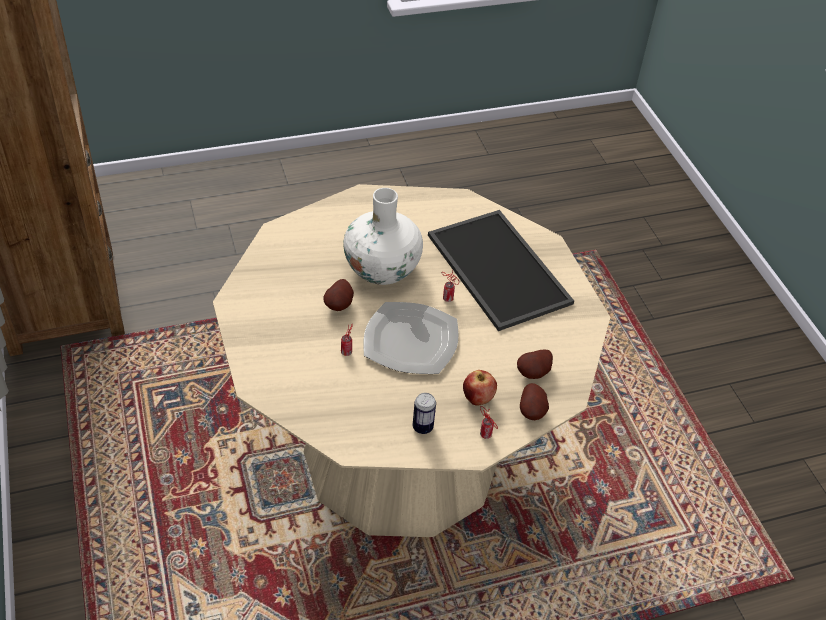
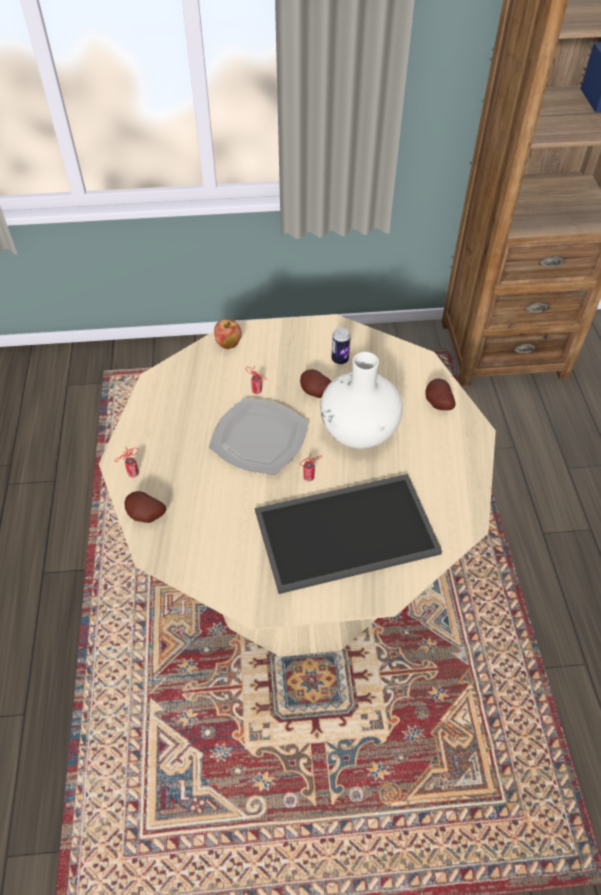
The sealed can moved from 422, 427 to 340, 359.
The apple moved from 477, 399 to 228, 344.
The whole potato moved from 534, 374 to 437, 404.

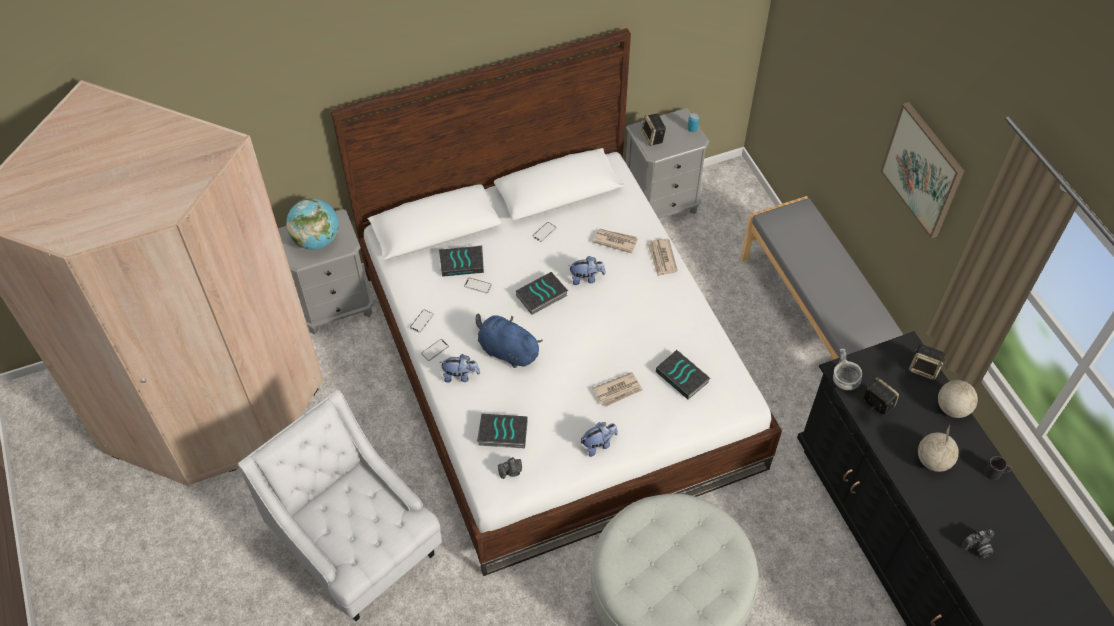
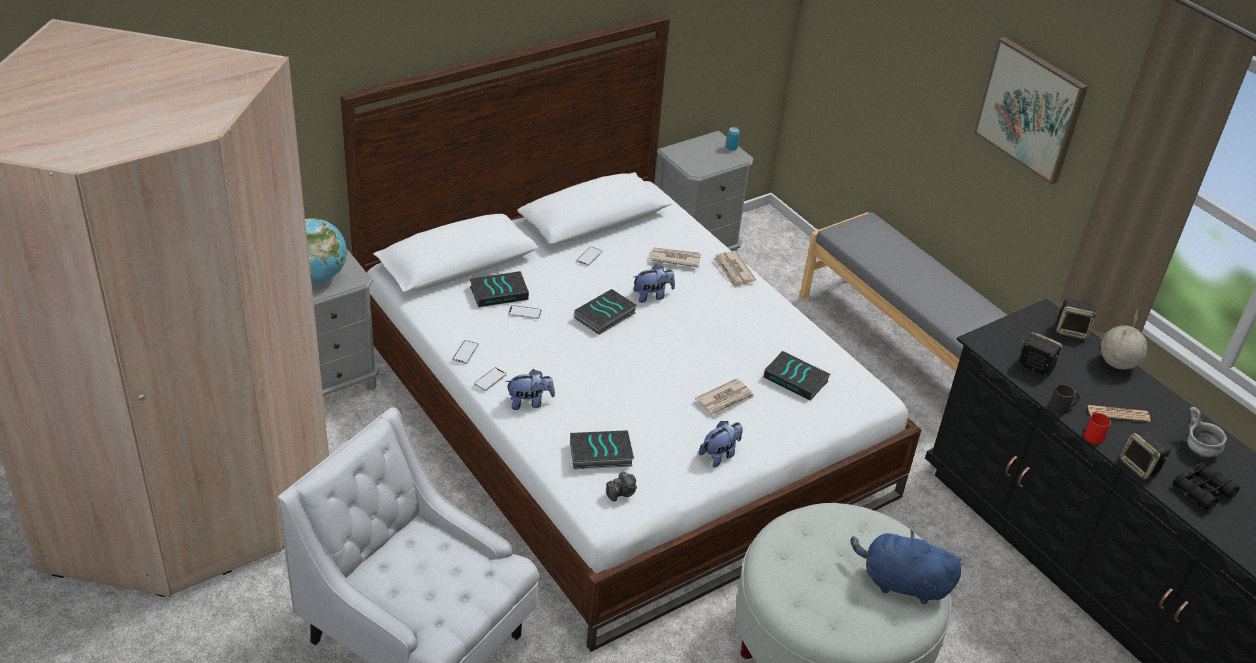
The red-coloured coffee mug at 1092, 434 appeared.
The bluish soft toy moved from 506, 350 to 901, 583.
The speaker moved from 653, 138 to 1140, 467.
The grey serving bowl moved from 844, 381 to 1199, 449.
The black-coloured coffee mug moved from 996, 473 to 1063, 407.
The world globe at 933, 461 was replaced by the daily paper at 1118, 414.
The still camera at 978, 549 was replaced by the black-coloured binoculars at 1202, 491.

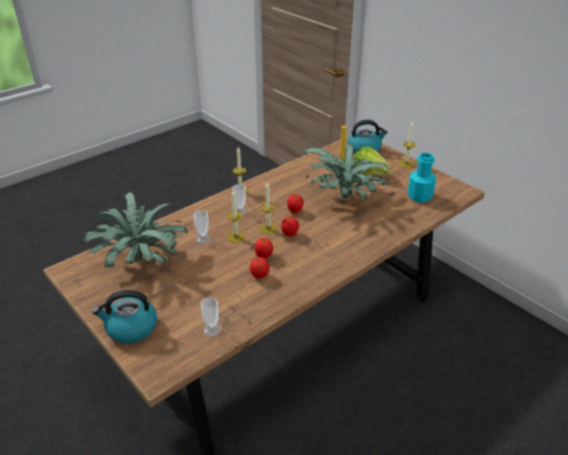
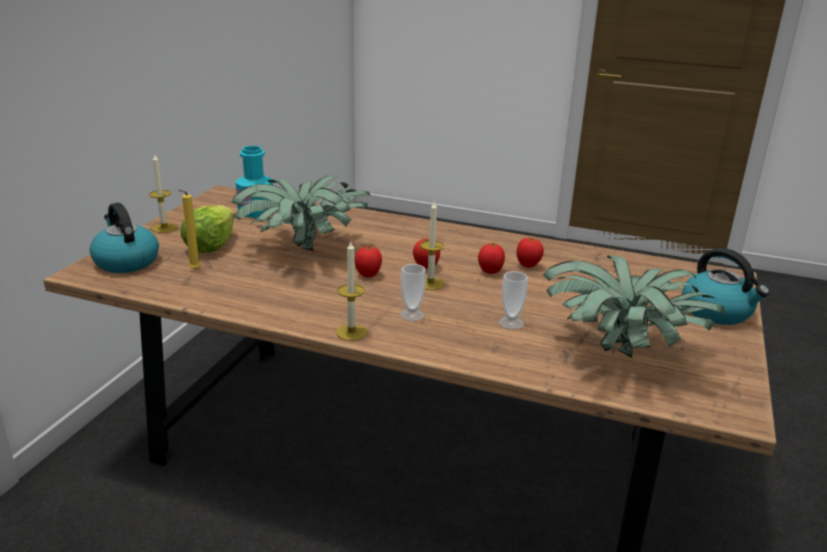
The drinking cup at 212, 330 disappeared.
The wax candle at 236, 237 disappeared.

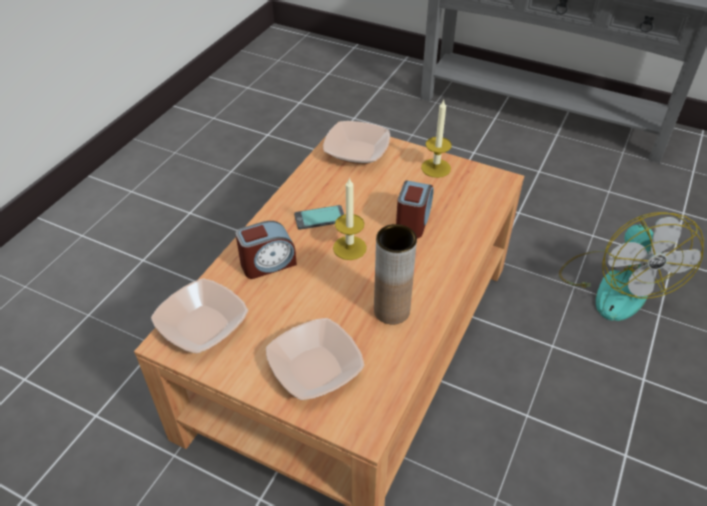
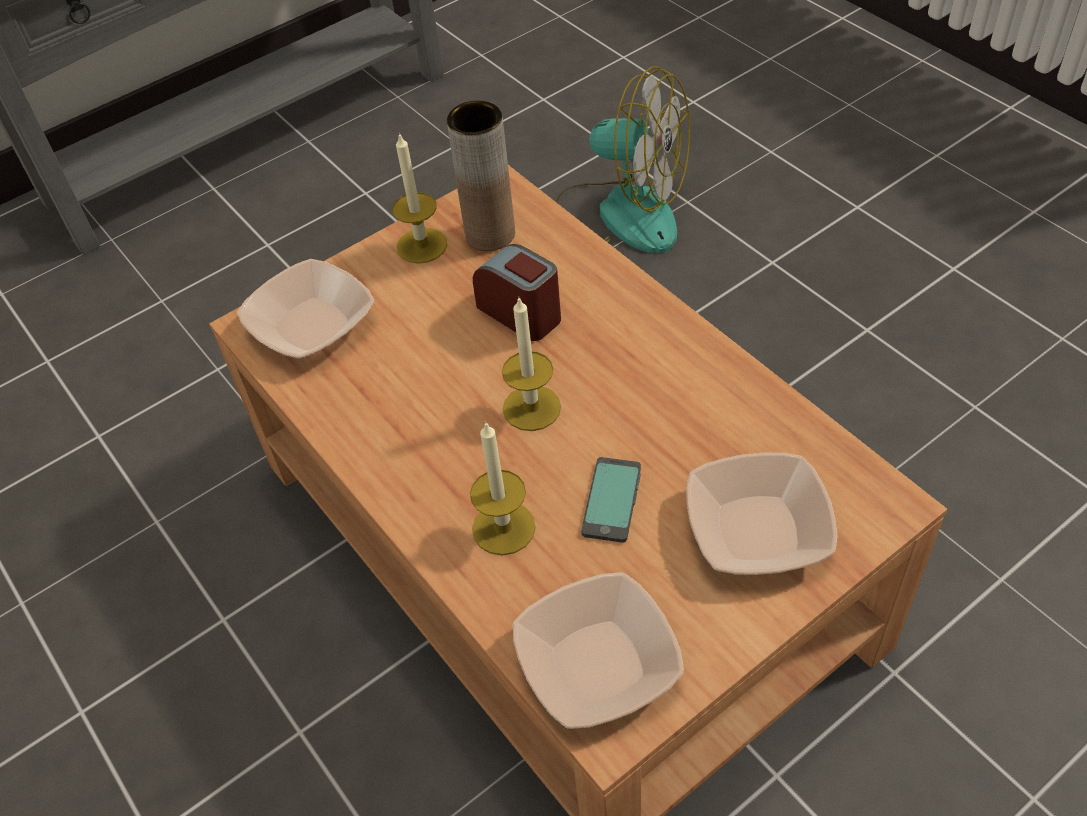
The handset moved from 320, 218 to 612, 500.
The brown flower vase moved from 391, 310 to 490, 234.
The table clock at 268, 263 was replaced by the wax candle at 503, 528.

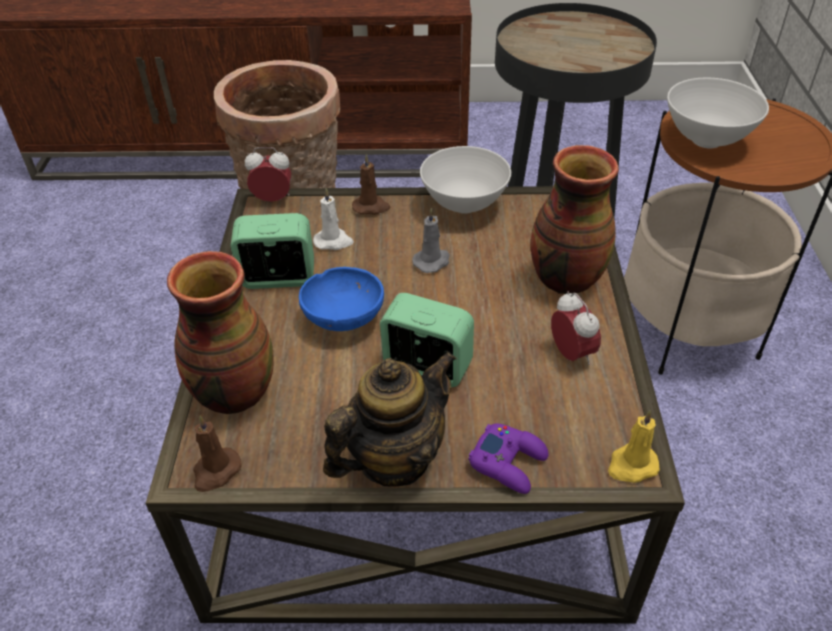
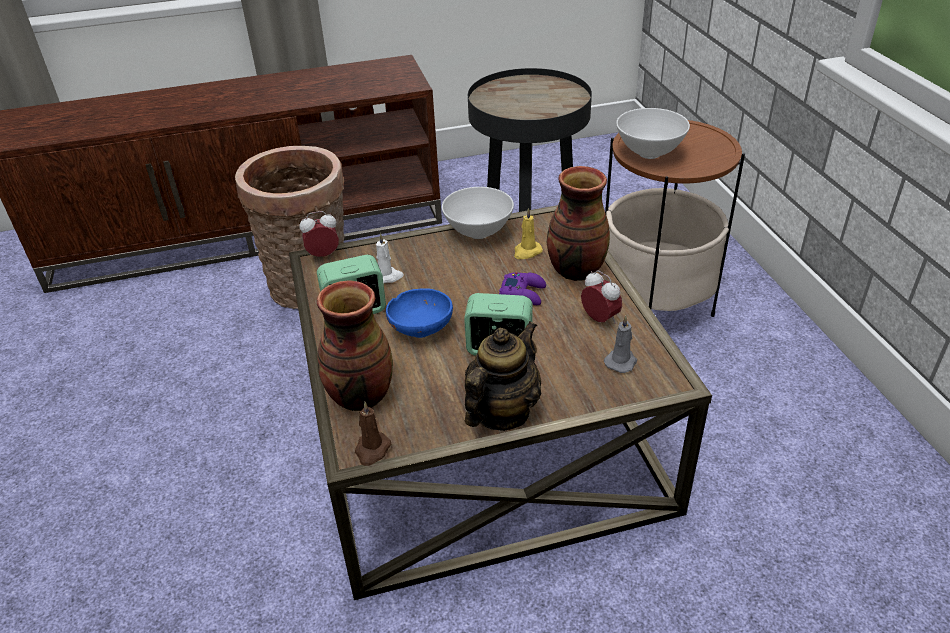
The brown wax candle at 371, 207 disappeared.
The grey wax candle moved from 432, 261 to 621, 361.
The purple-coloured game controller moved from 509, 462 to 523, 293.
The yellowish wax candle moved from 631, 466 to 527, 252.

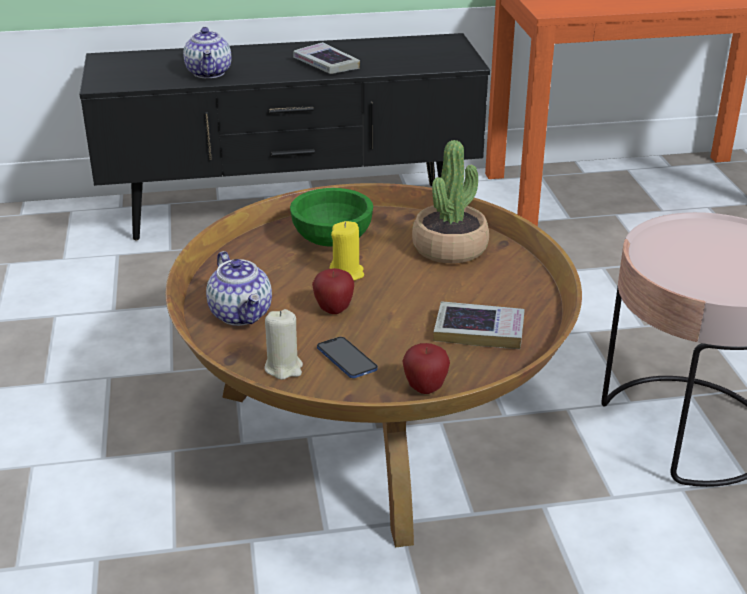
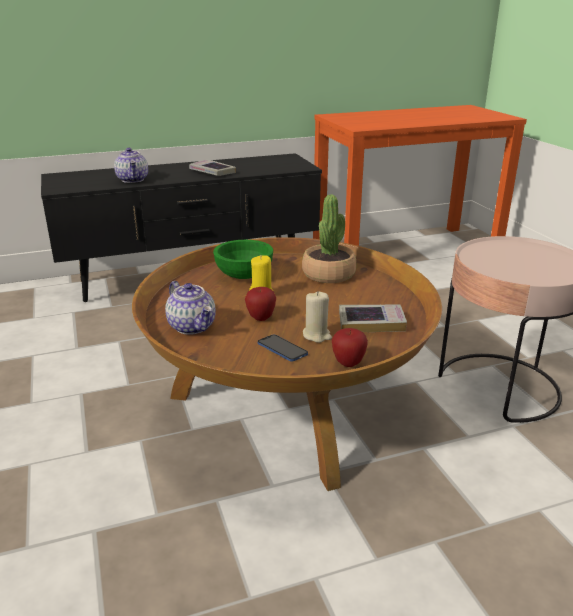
The beige-coloured wax candle moved from 284, 368 to 317, 335.

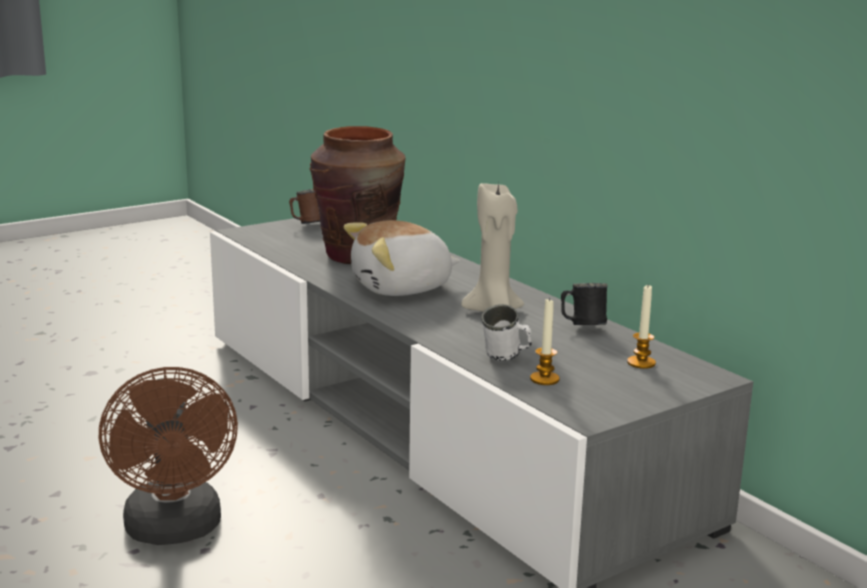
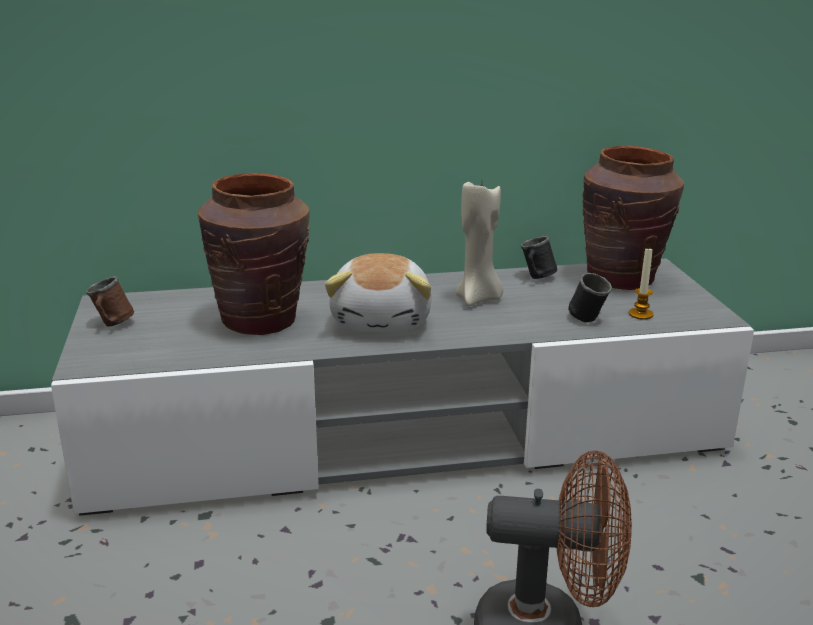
The wax candle at 641, 363 was replaced by the brown flower vase at 621, 278.
The white coffee mug at 506, 358 became the black-coloured coffee mug at 590, 317.

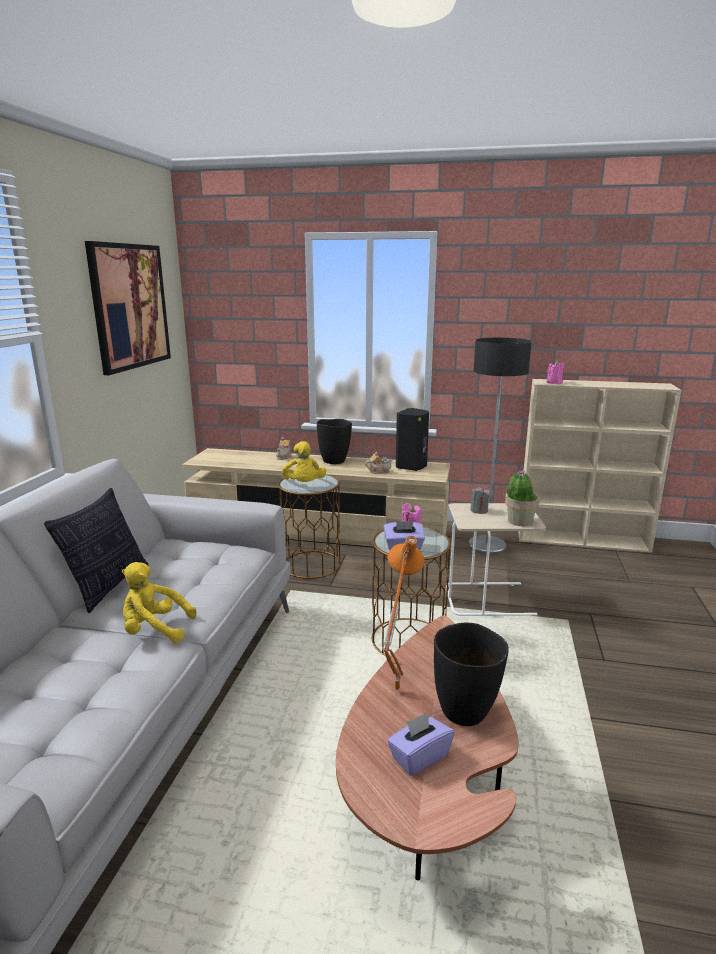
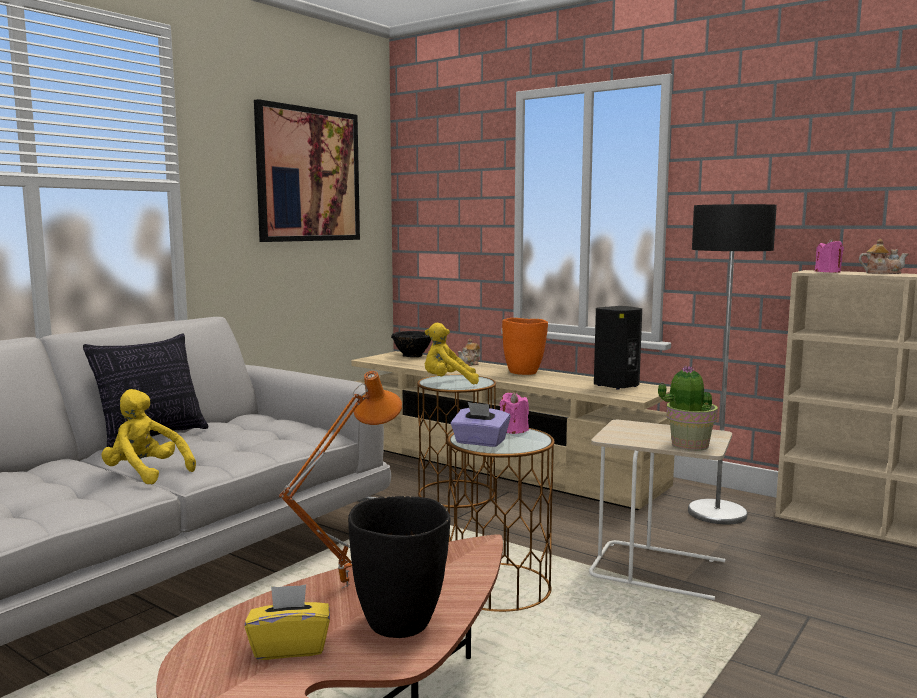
The grey wax candle at 479, 510 disappeared.
The black-coloured serving bowl at 412, 355 appeared.
The pot for tea moved from 379, 471 to 881, 273.
The black-coloured flower vase at 334, 461 became the orangey flower vase at 524, 372.
The purple-coloured tissue box at 419, 757 became the yellowish tissue box at 290, 647.
The yellowish soft toy at 304, 484 turned 75 degrees clockwise.

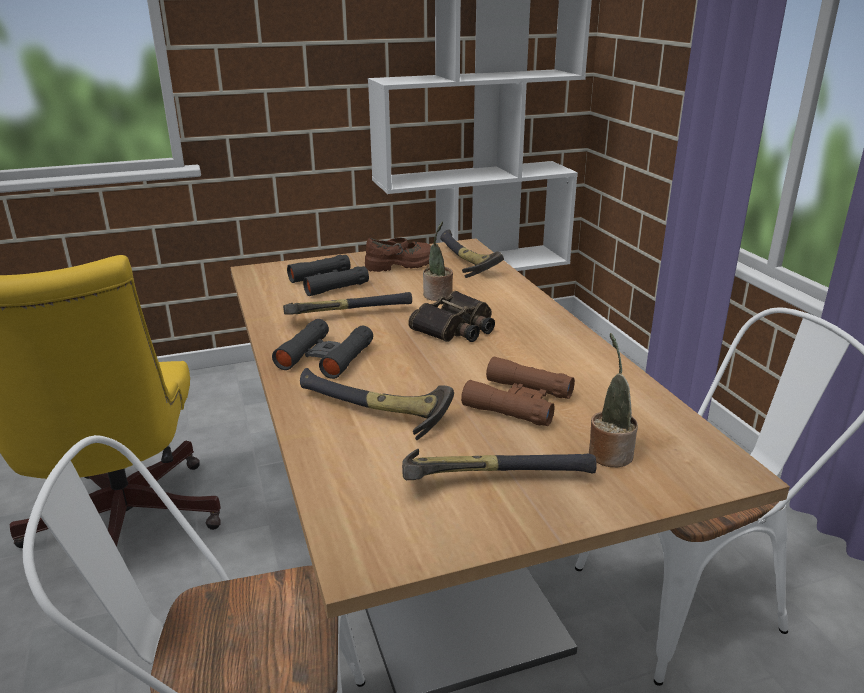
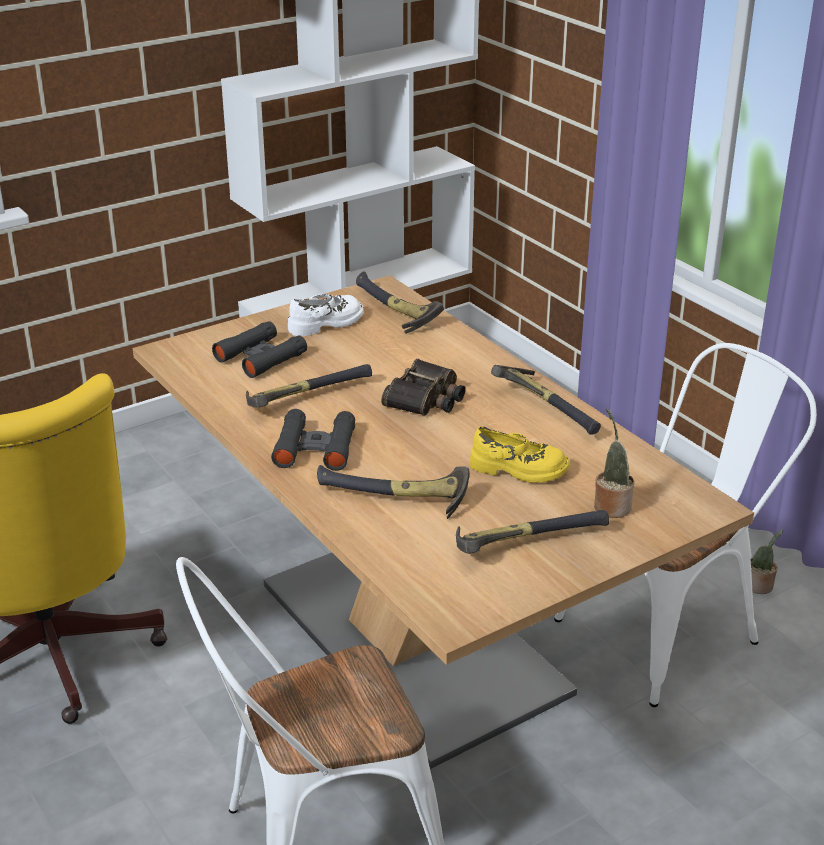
The hammer at 548, 407 appeared.
The potted plant moved from 438, 296 to 760, 586.
The brown binoculars at 518, 401 was replaced by the yellowish item of footwear at 518, 469.
The brown item of footwear at 401, 265 became the white item of footwear at 327, 323.

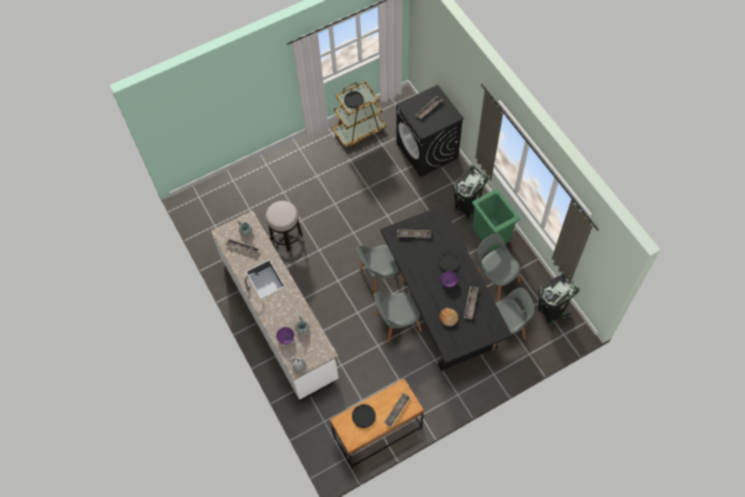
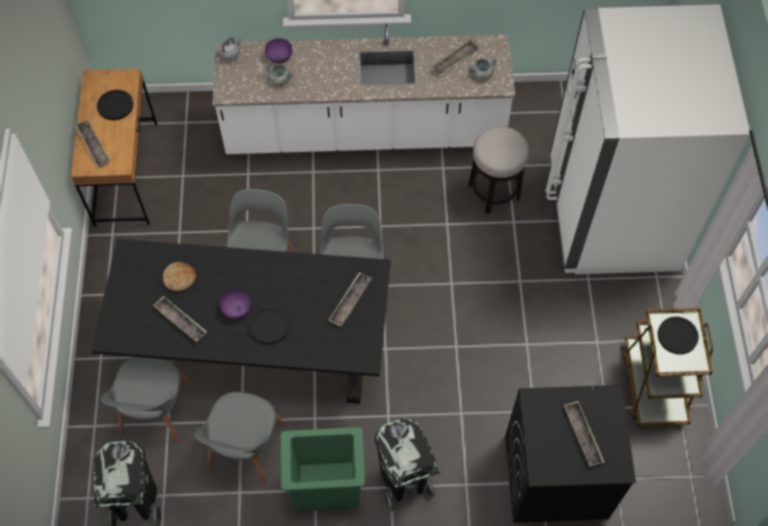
The white fridge at 612, 214 appeared.
The grey chair at 495, 279 turned 120 degrees clockwise.

